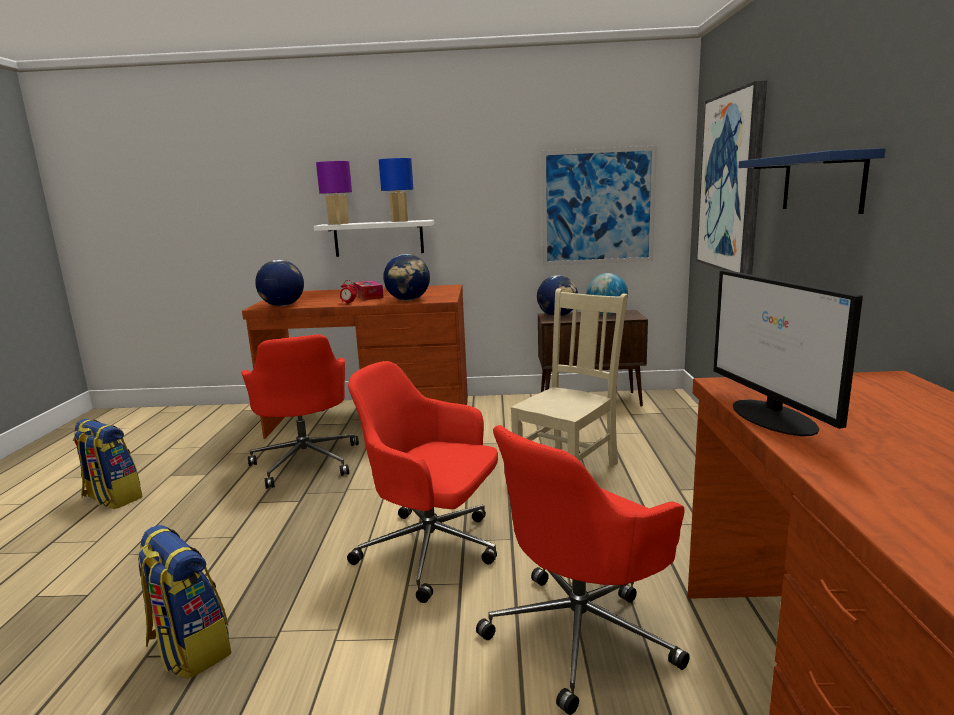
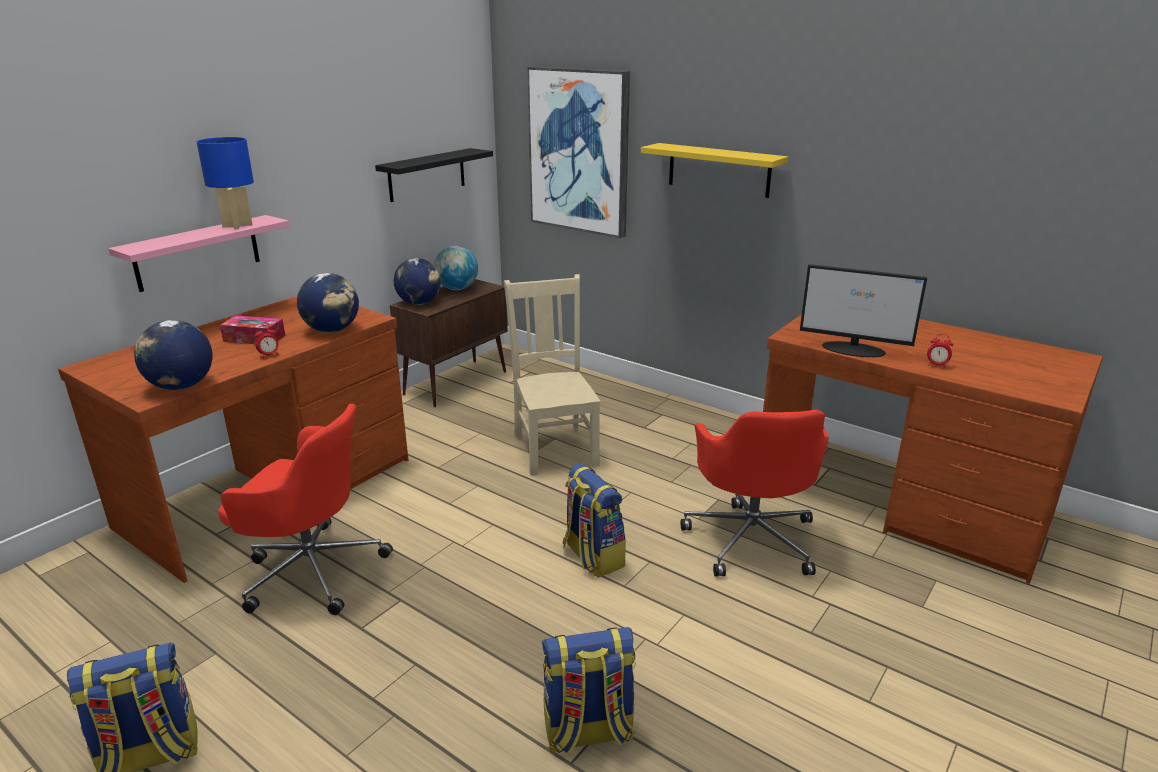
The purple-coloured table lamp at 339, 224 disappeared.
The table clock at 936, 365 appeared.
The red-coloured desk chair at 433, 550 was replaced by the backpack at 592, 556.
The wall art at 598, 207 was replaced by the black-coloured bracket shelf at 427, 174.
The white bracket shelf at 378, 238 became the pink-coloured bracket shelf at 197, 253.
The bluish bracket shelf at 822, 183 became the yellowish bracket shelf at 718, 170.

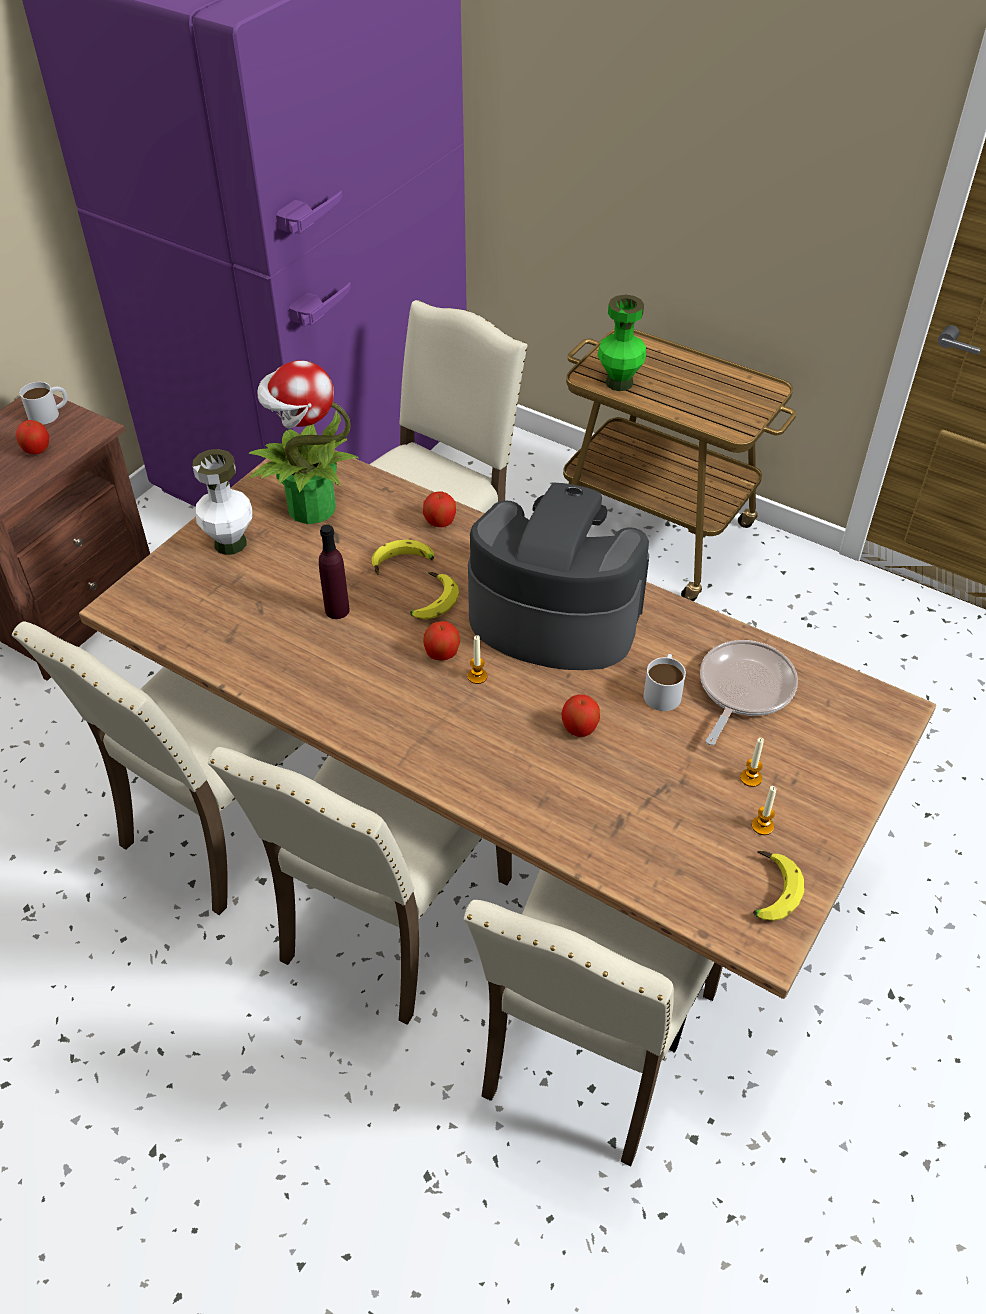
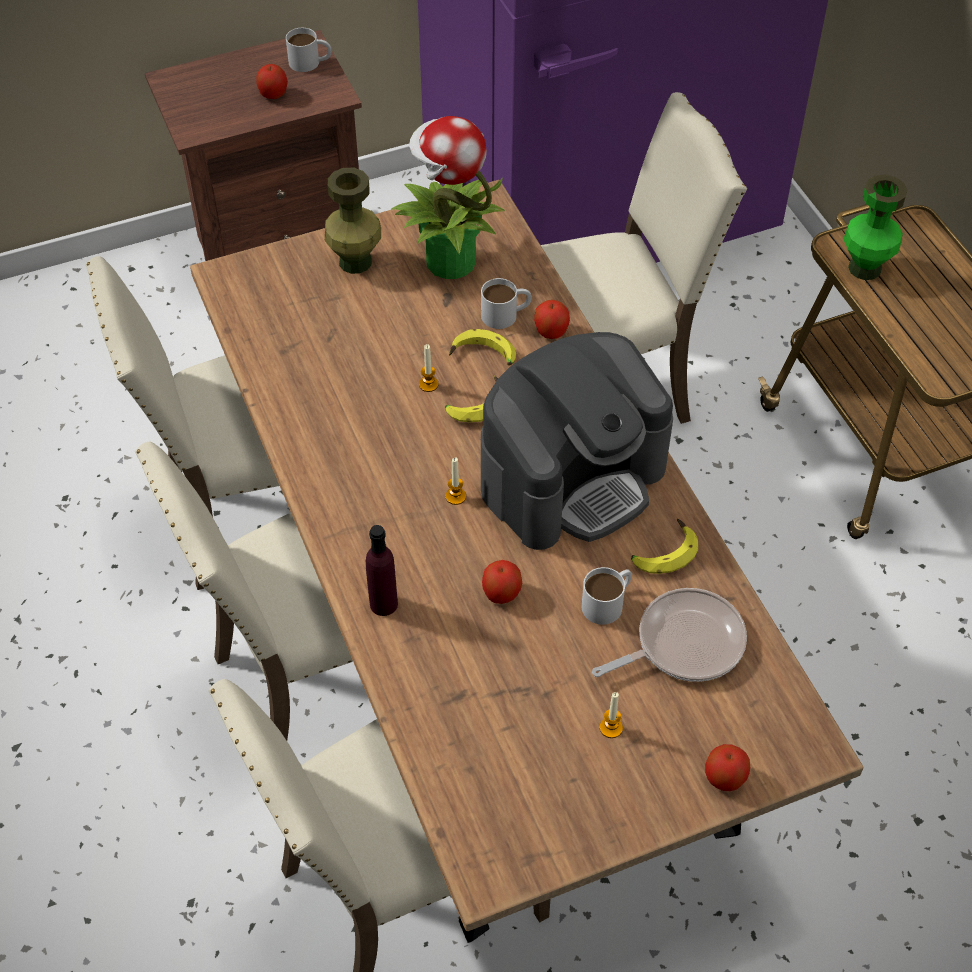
The white coffee mug at 506, 314 appeared.
The purple-coloured beverage bottle moved from 337, 610 to 383, 604.
The apple moved from 442, 653 to 724, 778.
The wax candle moved from 762, 826 to 428, 384.
The banana fruit moved from 768, 890 to 662, 551.
The white flower vase at 230, 544 became the greenish flower vase at 355, 262.
The coffee machine at 553, 616 turned 90 degrees clockwise.

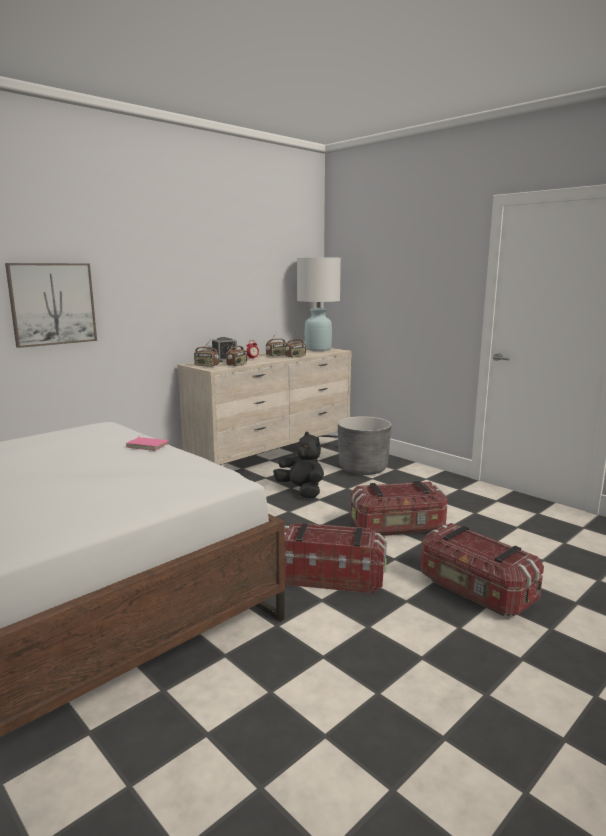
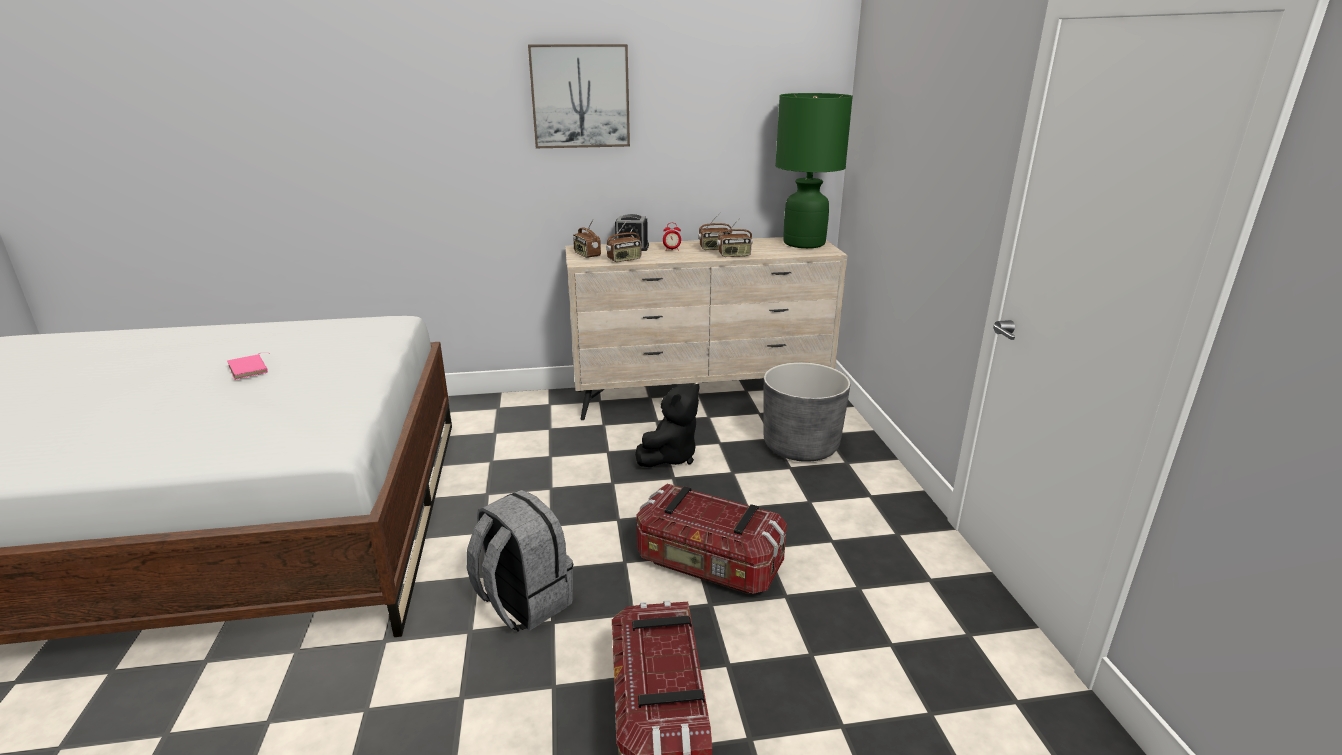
The wall art moved from 52, 304 to 580, 96.
The pink-coloured book moved from 148, 445 to 250, 369.
The storage box at 329, 577 was replaced by the grey backpack at 523, 602.
The white table lamp at 318, 349 became the greenish table lamp at 804, 243.
The black-coloured soft toy at 301, 491 turned 45 degrees clockwise.

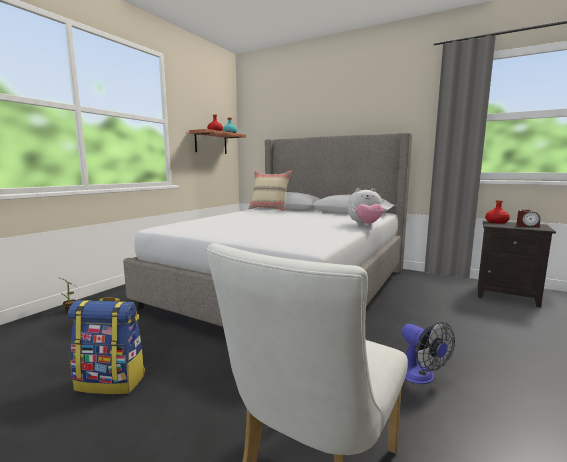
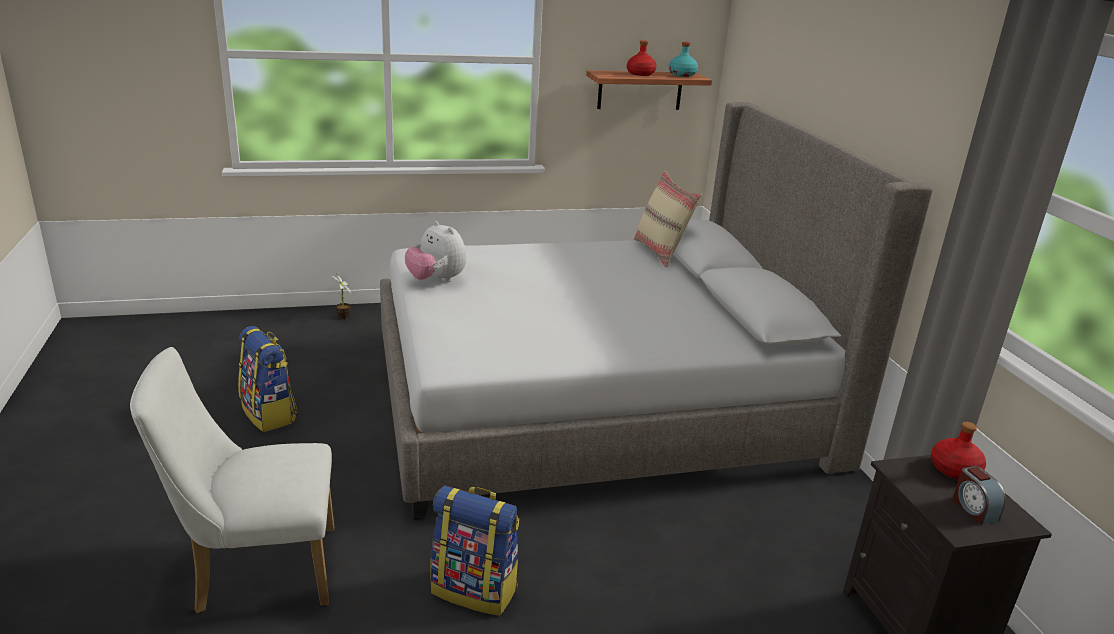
The soft toy moved from 365, 225 to 436, 280.
The cooling fan at 420, 376 was replaced by the backpack at 475, 589.

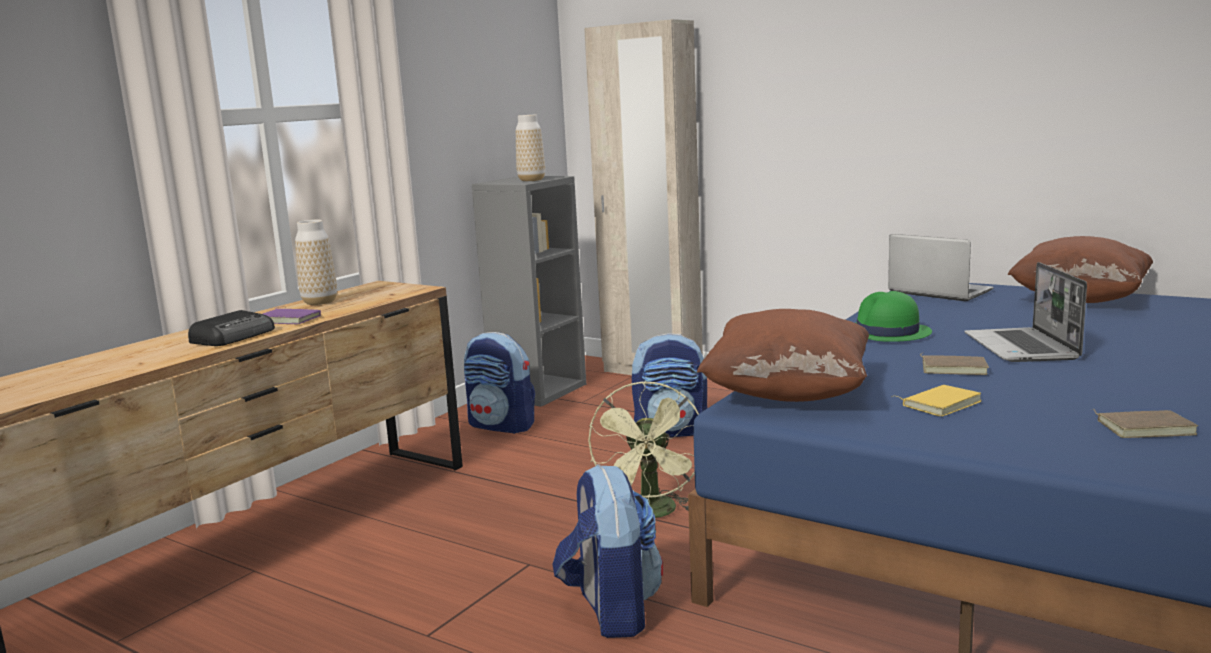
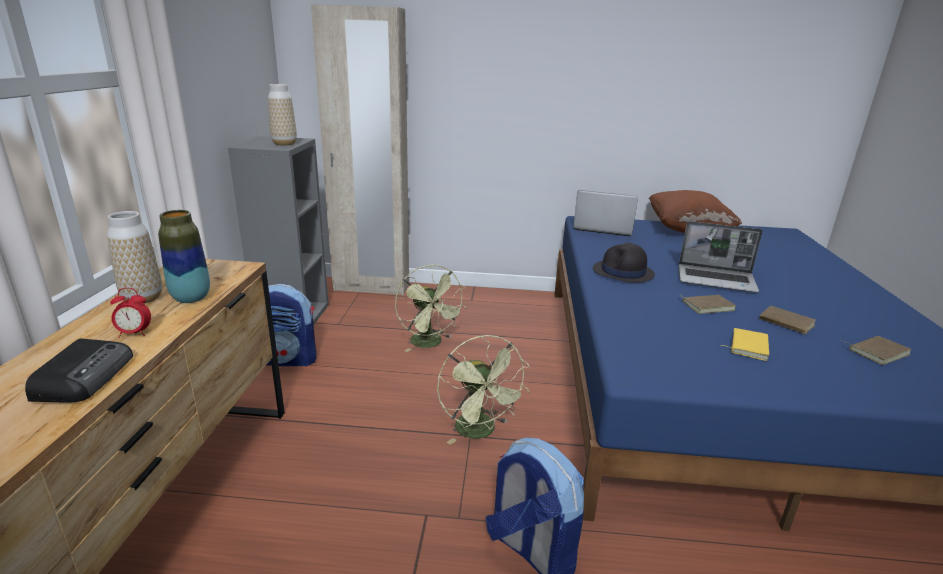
The brown throw pillow at 788, 394 disappeared.
The flower vase at 191, 298 appeared.
The brown book at 785, 323 appeared.
The purple-coloured book at 290, 319 was replaced by the table clock at 134, 333.
The backpack at 672, 431 was replaced by the greenish cooling fan at 430, 344.
The greenish clothing hat at 887, 333 became the black-coloured clothing hat at 623, 272.
The notebook computer at 1022, 348 turned 45 degrees counterclockwise.

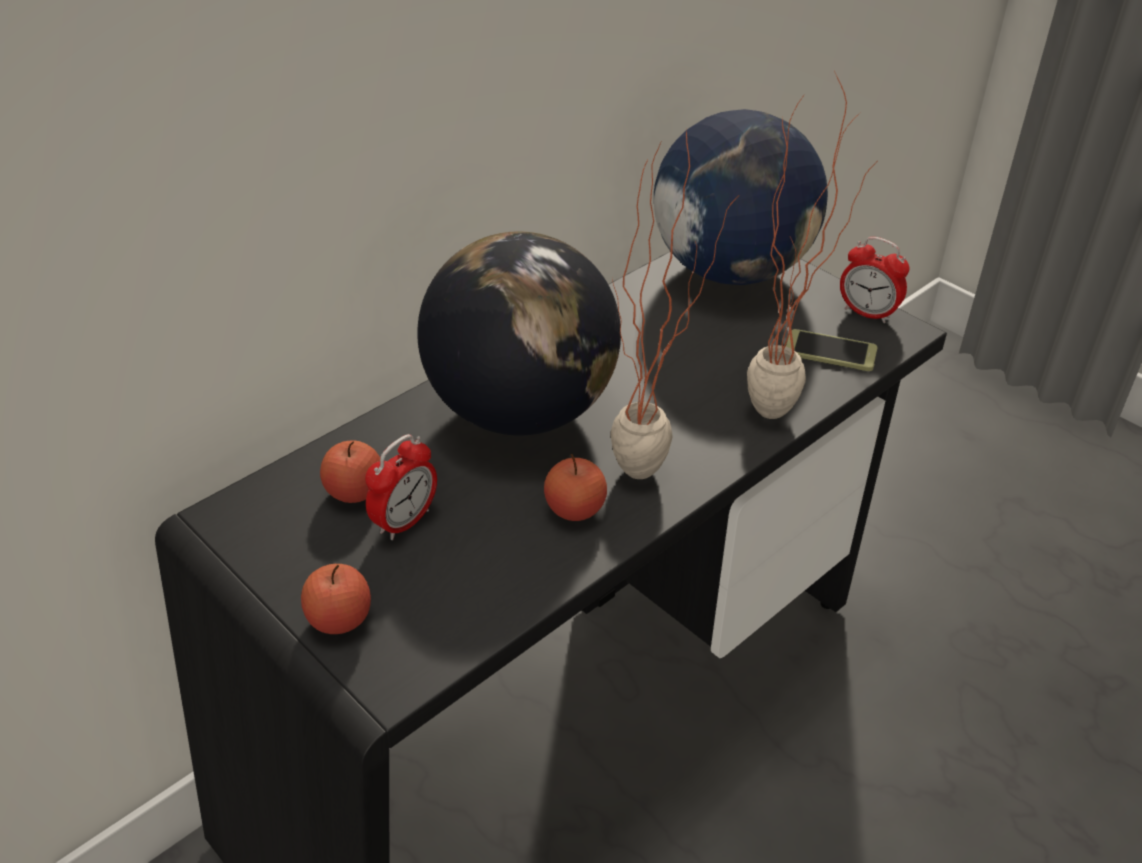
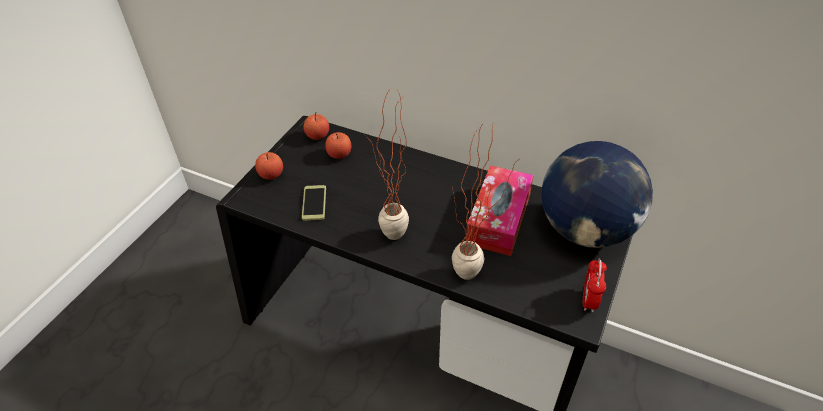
The table clock at 405, 521 disappeared.
The world globe at 521, 411 disappeared.
The tissue box at 498, 219 appeared.
The apple moved from 575, 509 to 317, 136.
The handset moved from 830, 351 to 314, 203.

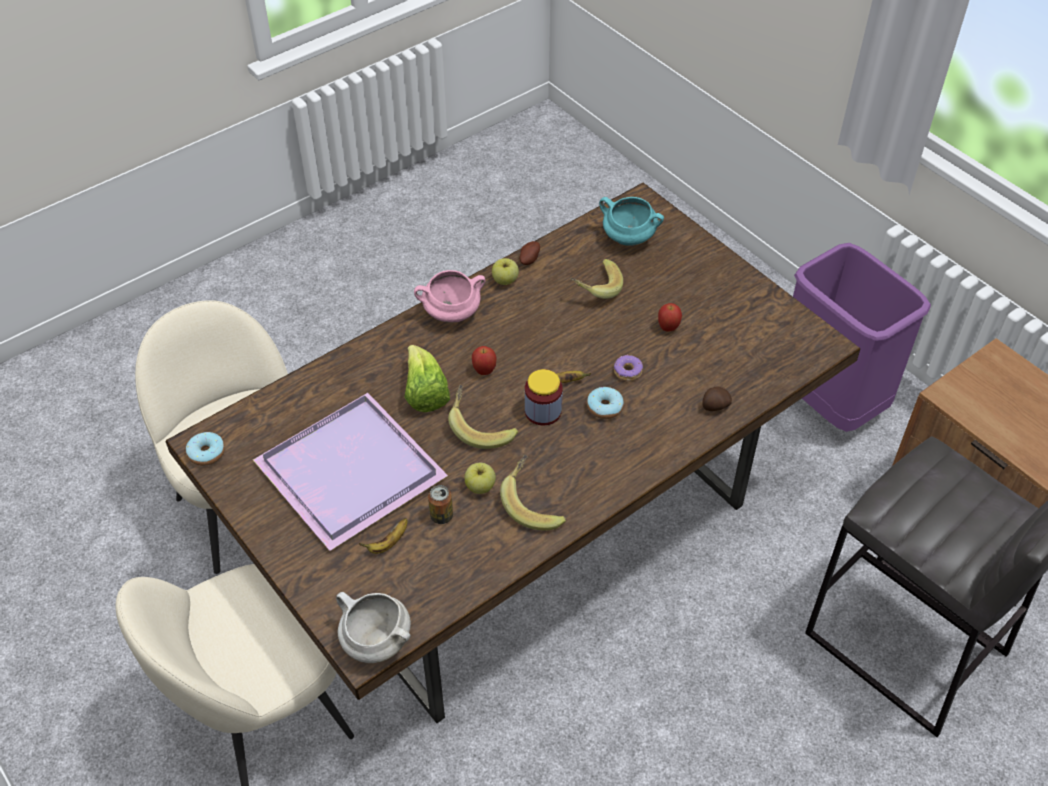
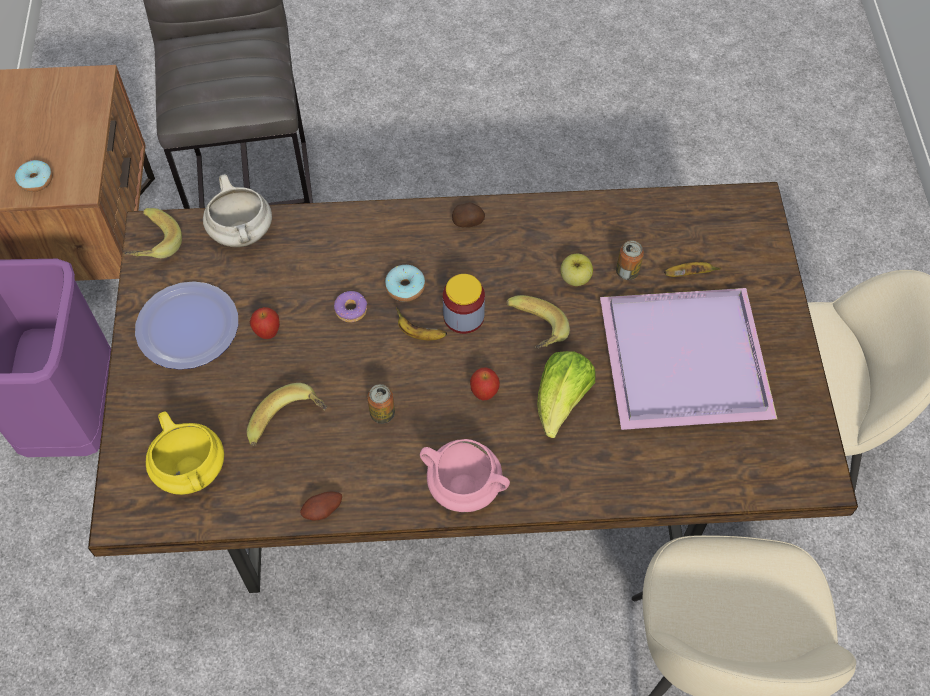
The apple at 505, 280 disappeared.
The flat dish at 187, 326 appeared.
The sealed can at 382, 414 appeared.
The donut moved from 206, 453 to 36, 180.
The white cooking pot moved from 375, 641 to 243, 233.
The banana fruit moved from 534, 504 to 151, 246.
The whole potato moved from 714, 406 to 468, 222.
The blue-green cooking pot at 627, 238 became the yellowish cooking pot at 192, 470.

